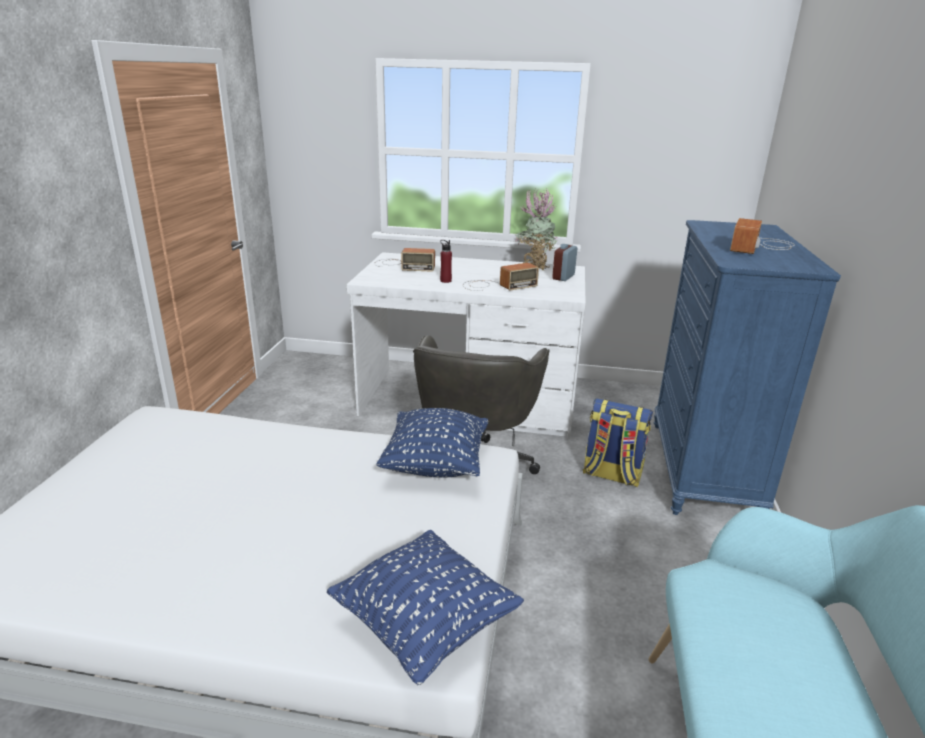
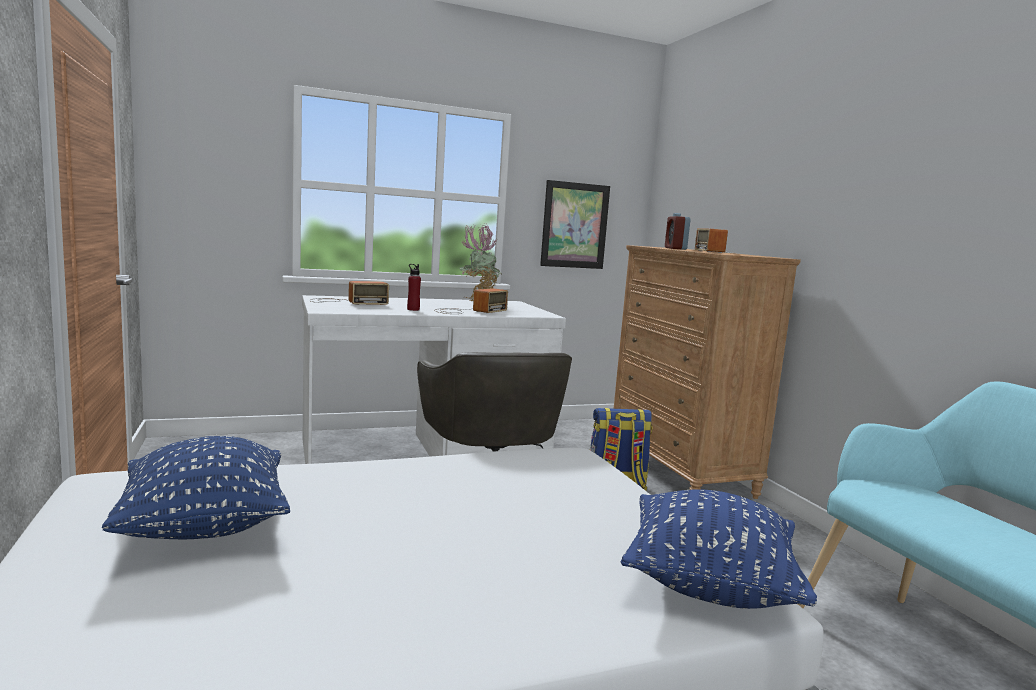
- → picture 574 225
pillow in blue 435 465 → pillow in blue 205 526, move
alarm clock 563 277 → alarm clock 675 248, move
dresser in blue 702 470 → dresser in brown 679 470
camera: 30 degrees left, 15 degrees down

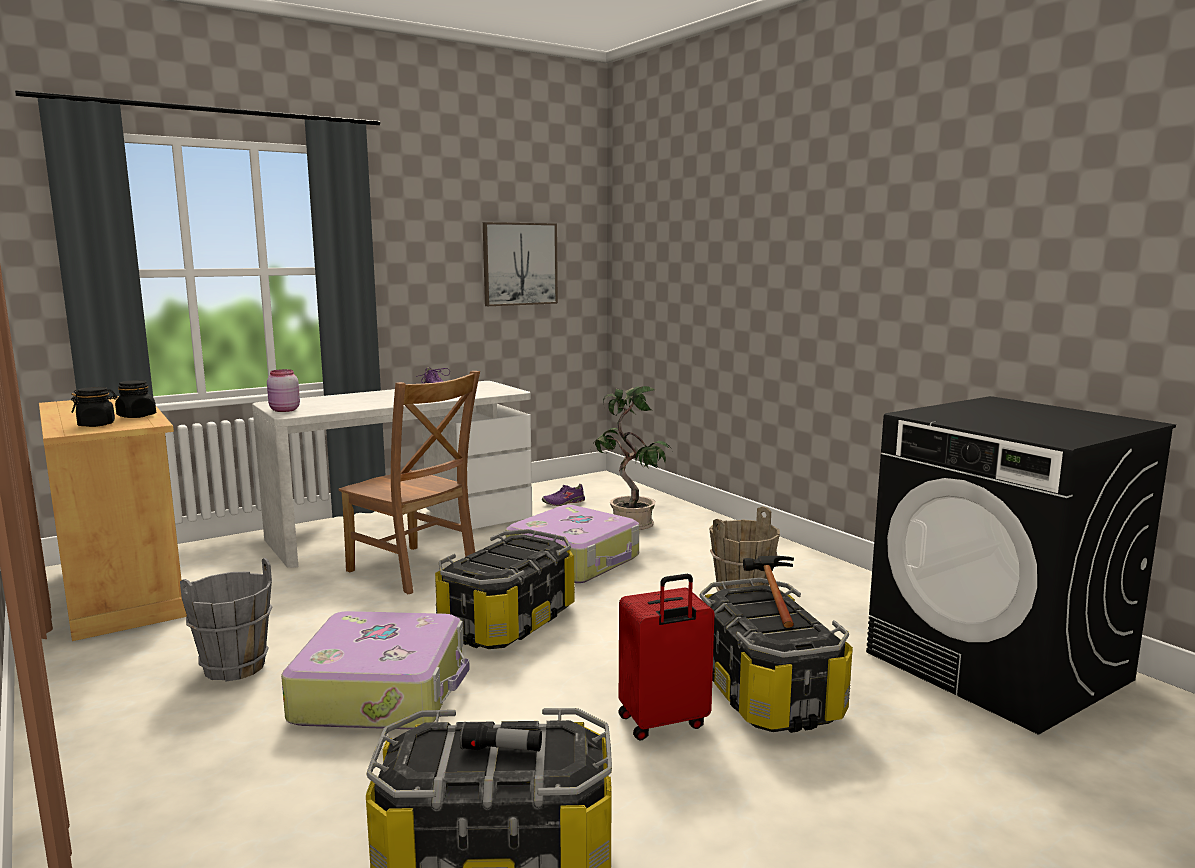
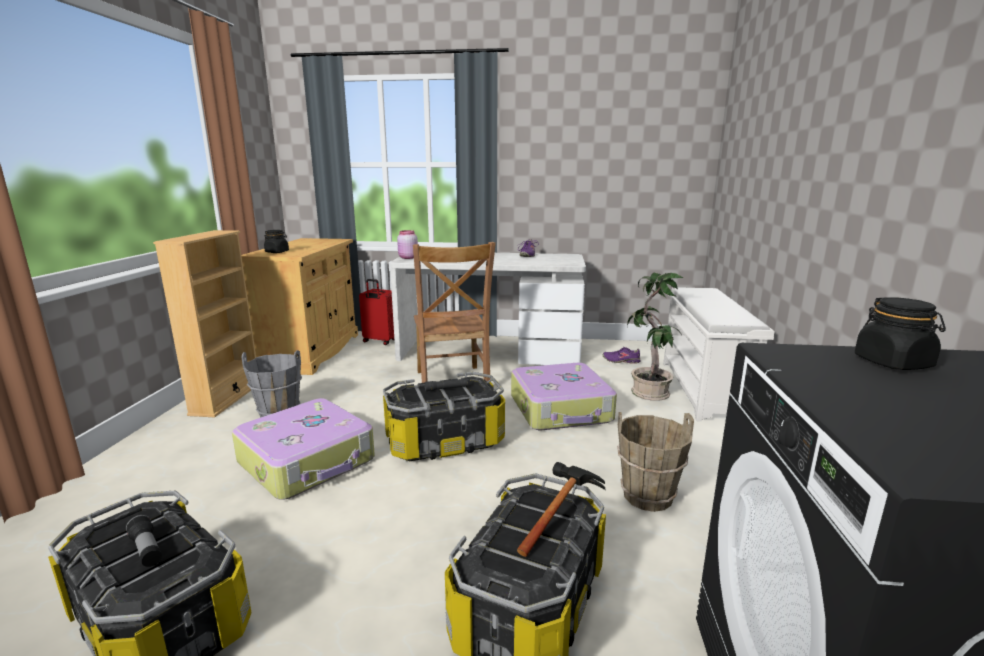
picture 519 264 → -
- → bookcase in beige 227 398
- → flashlight in black 446 388
- → shoe rack in white 704 390
jar in black 137 416 → jar in black 893 363, move
suitcase in red 663 722 → suitcase in red 380 341, move
camera: 40 degrees right, 5 degrees up

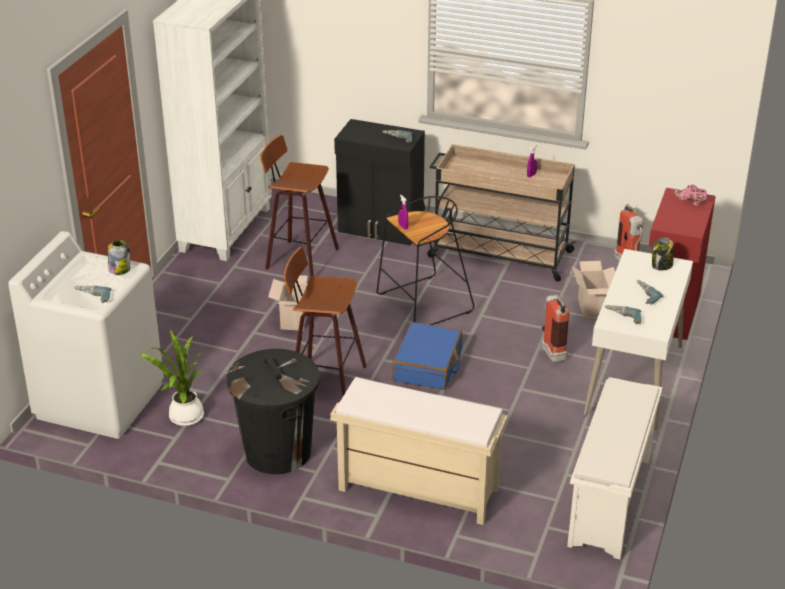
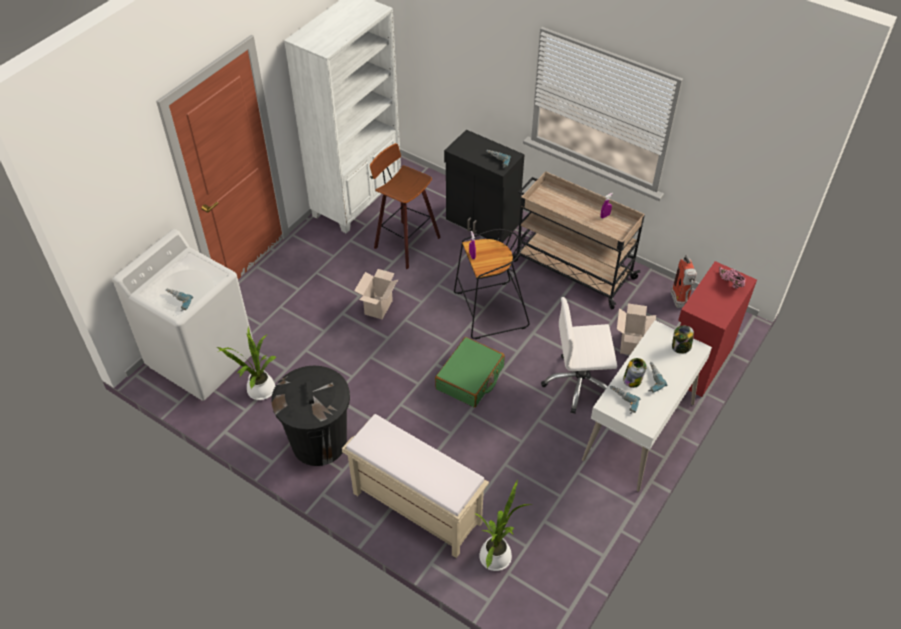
stool 324 383 → -
shoe rack in white 610 502 → -
- → potted plant 497 555
jar 119 269 → jar 632 379, move
fire extinguisher 551 350 → office chair in white 579 384
suitcase in blue 428 366 → suitcase in green 470 378
camera: 15 degrees right, 15 degrees up

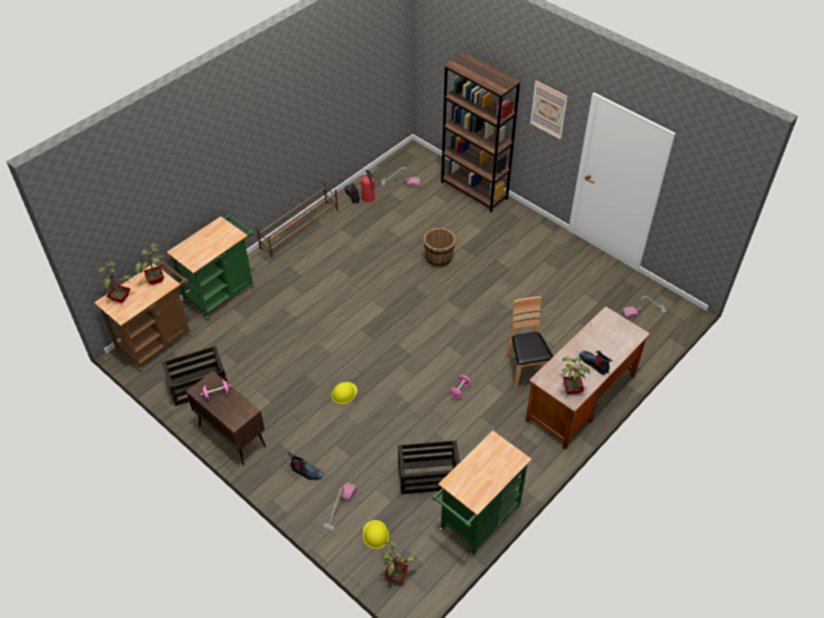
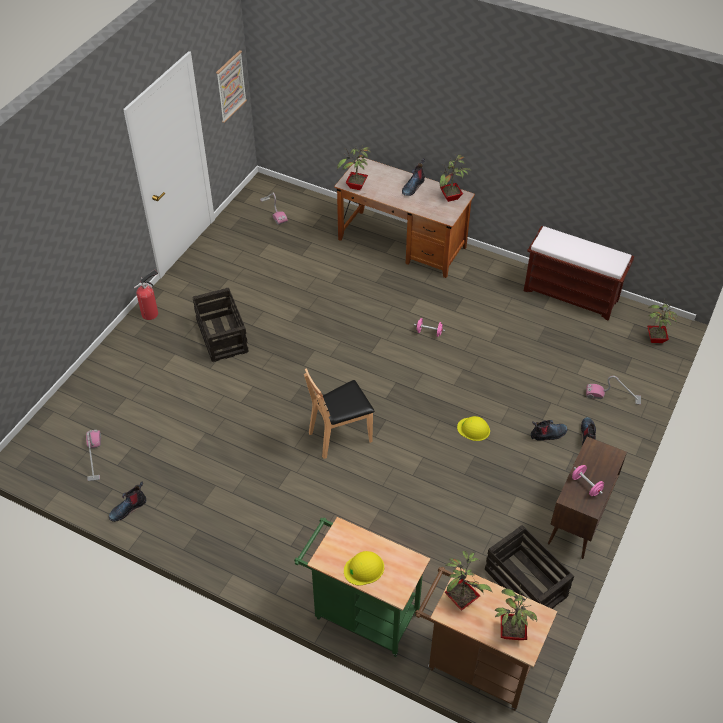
shoe rack in brown 300 229 → -
bucket in brown 439 258 → -
bookcase in brown 474 190 → -
- → potted plant 356 187
- → boot 548 434
fire extinguisher 369 199 → fire extinguisher 151 313, move
hard hat in yellow 375 534 → hard hat in yellow 364 568, move
crate 428 476 → crate 222 336, move
chair in brown 525 370 → chair in brown 340 436, move
picture 549 109 → picture 230 86, move
cart in green 476 521 → bench in brown 572 295
camera: 105 degrees left, 0 degrees up

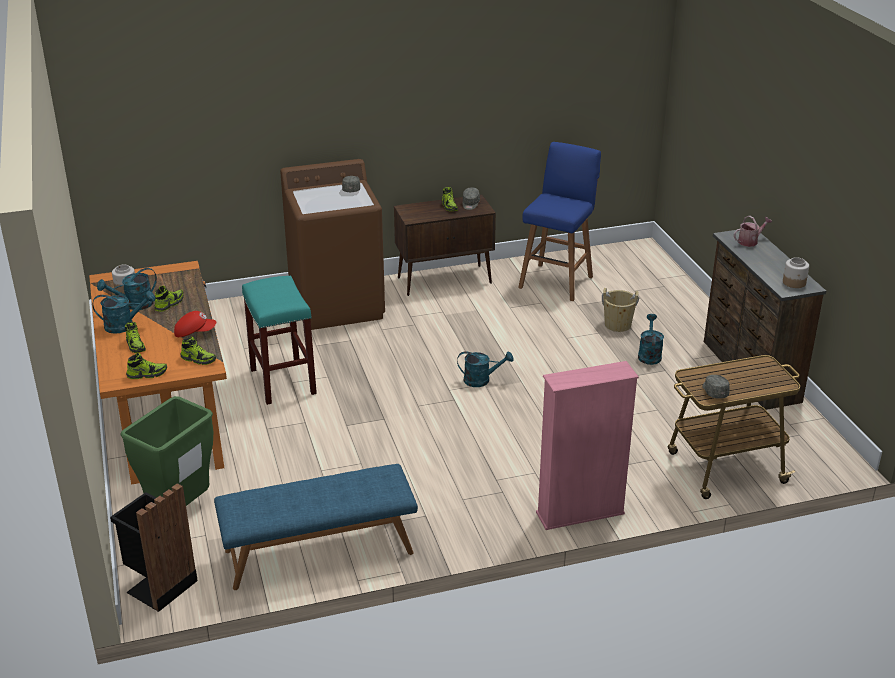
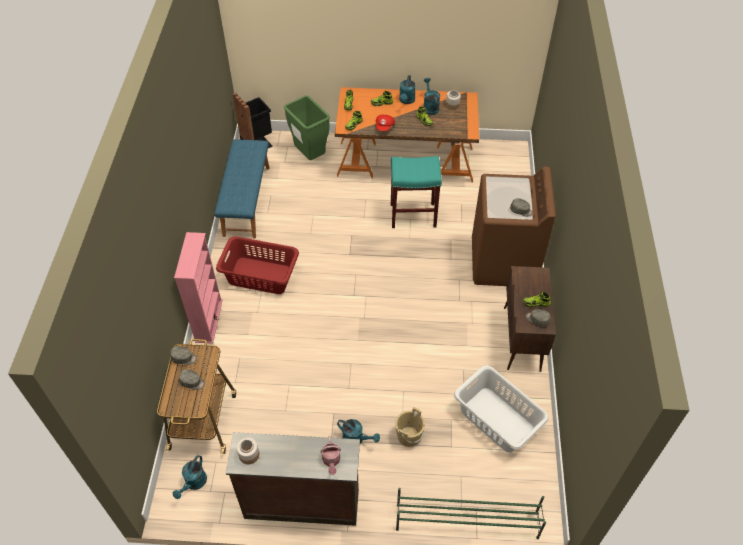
- → cap in grey 192 382
- → laundry basket in red 260 275
- → shoe rack in green 466 520
watering can in turquoise 481 380 → watering can in turquoise 194 483, move
stool in blue 557 281 → laundry basket in white 496 420
camera: 110 degrees right, 20 degrees up

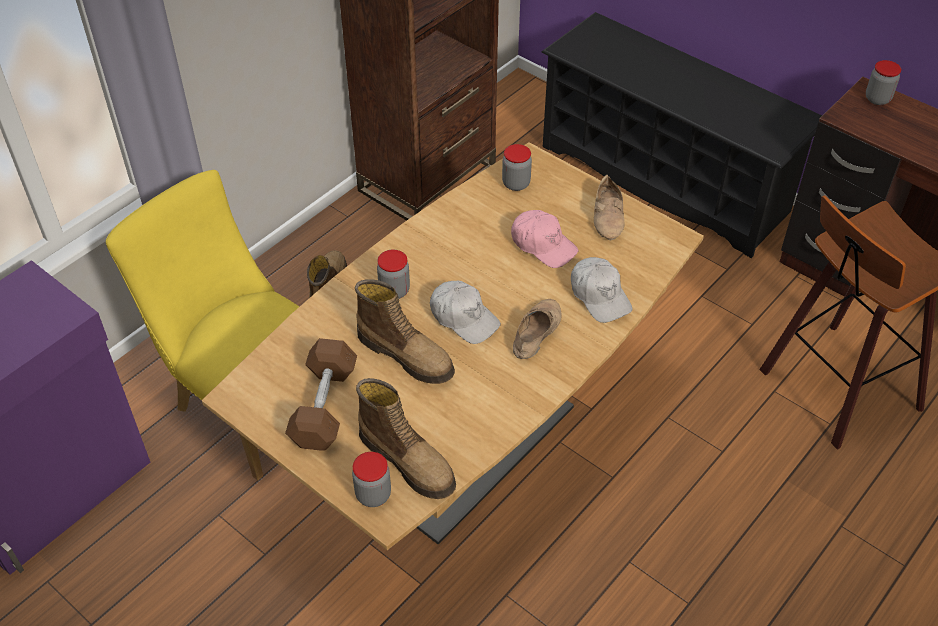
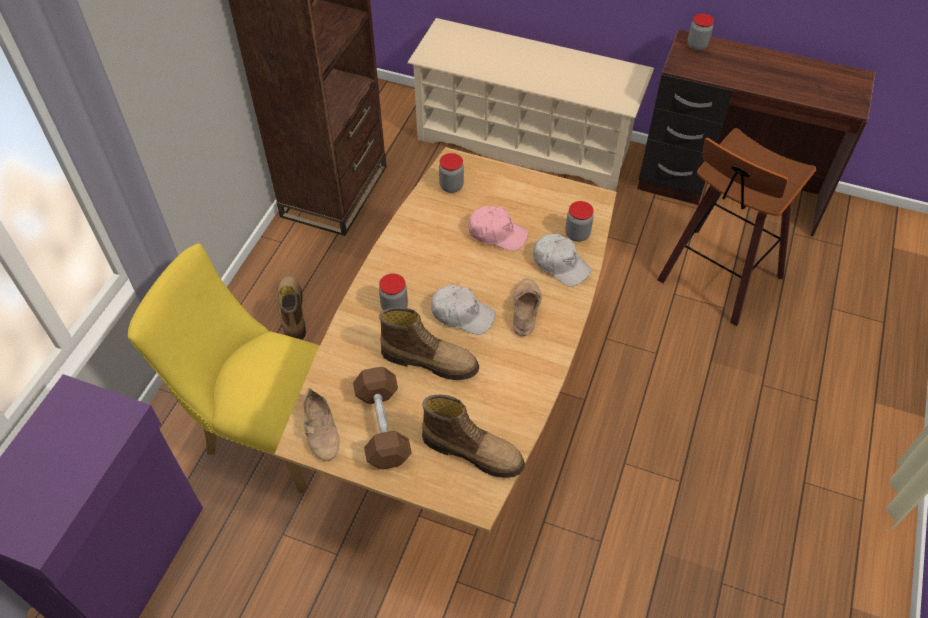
jar 373 495 → jar 577 234, move
shoe in beige 609 216 → shoe in beige 323 429, move
shoe rack in black 665 179 → shoe rack in beige 525 143
camera: 20 degrees left, 5 degrees up

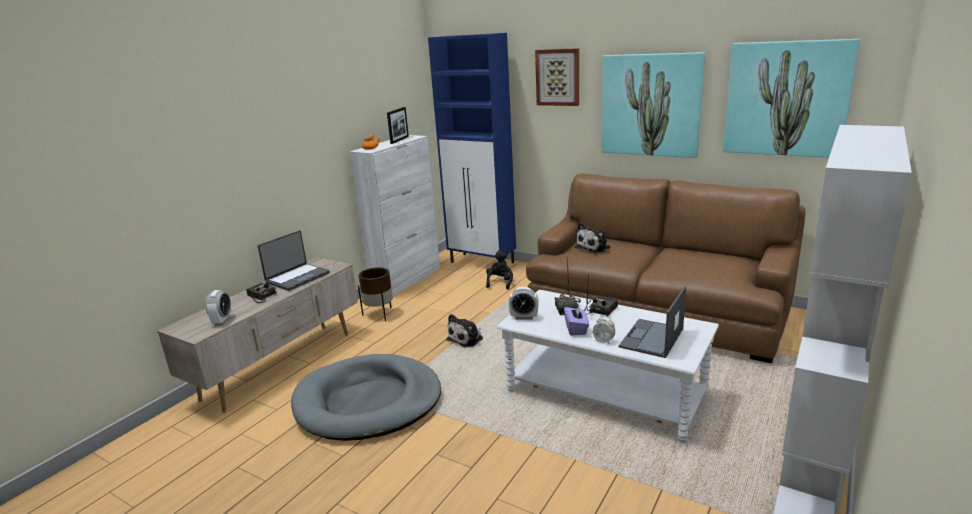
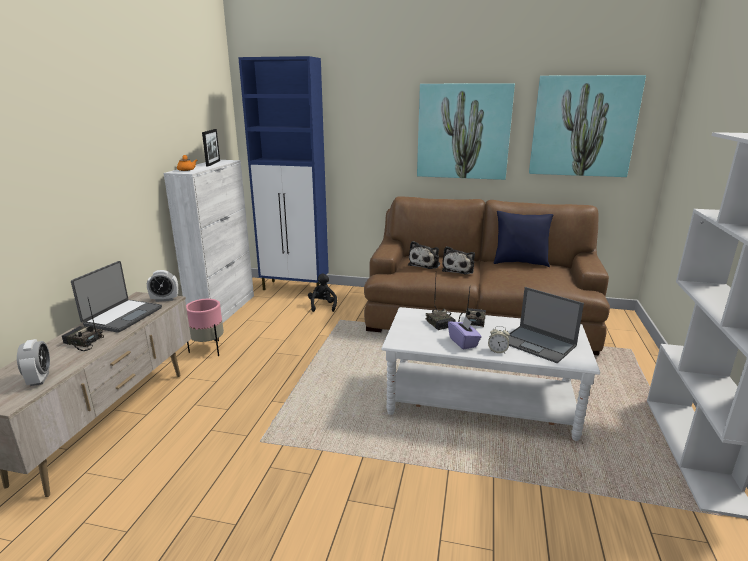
dog bed in grey 368 401 → -
picture 558 77 → -
- → pillow in blue 520 263
plush toy 467 338 → plush toy 459 269, move
alarm clock 524 317 → alarm clock 165 299, move
planter in brown 379 314 → planter in pink 208 349
laptop 651 338 → laptop 538 344, 60 degrees counterclockwise
camera: 20 degrees left, 0 degrees up

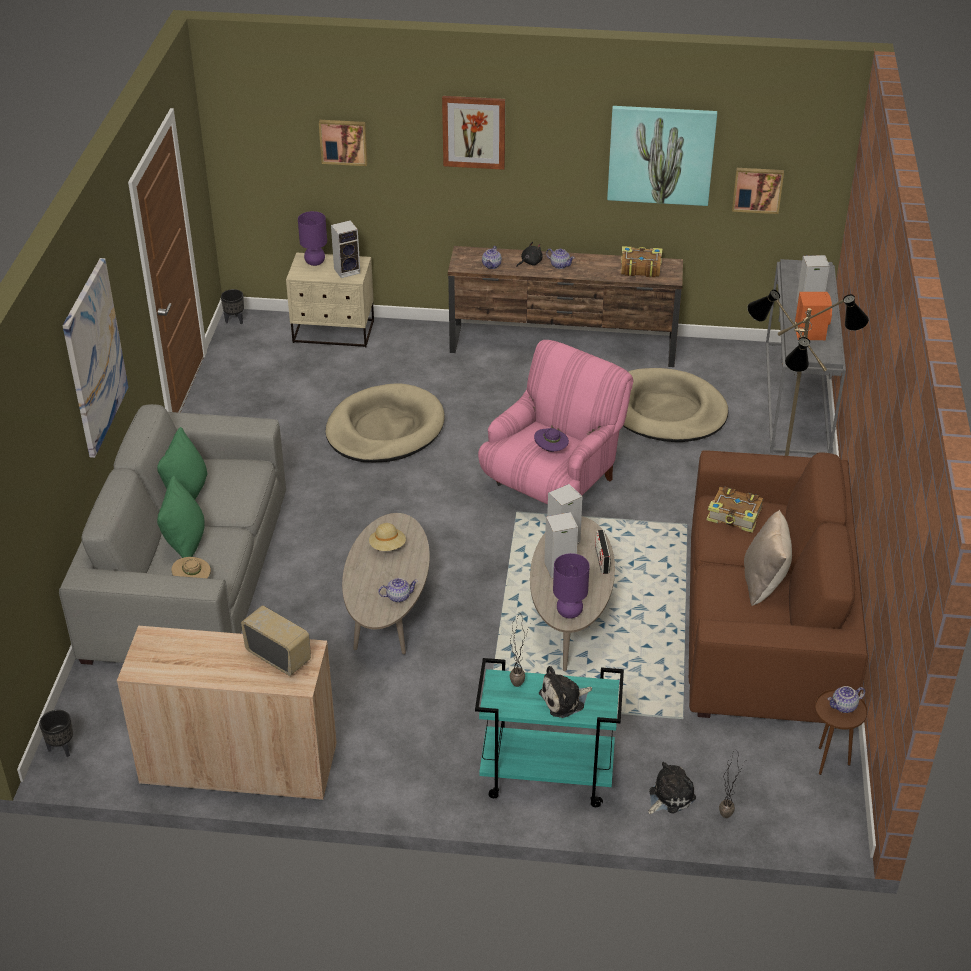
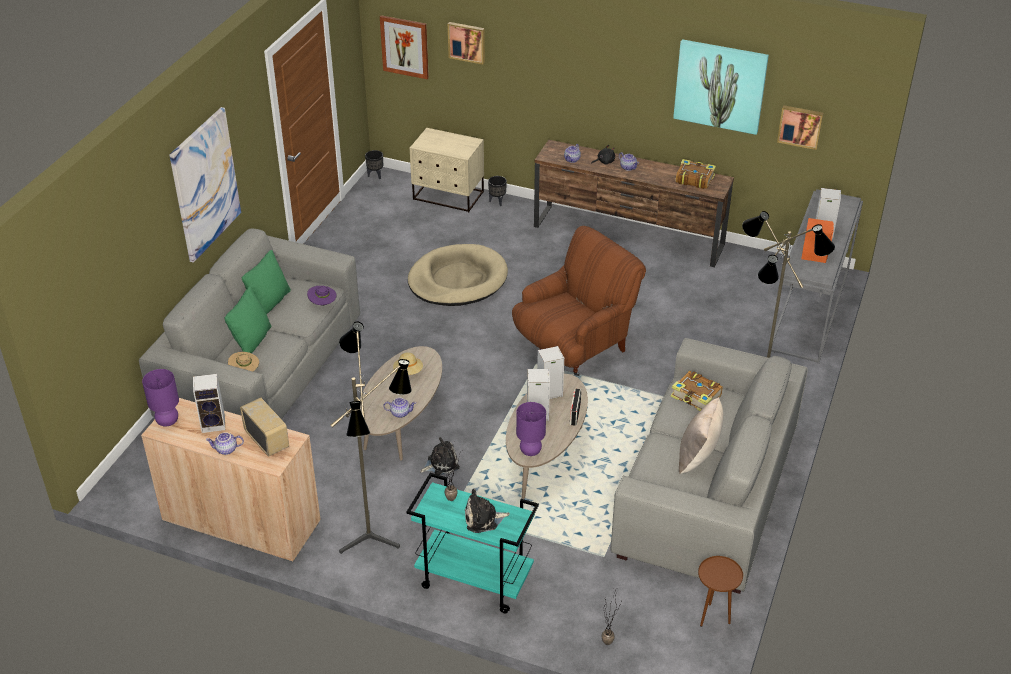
dog bed in beige 666 411 → -
- → floor lamp 376 536
planter in black 62 748 → planter in black 497 201, move
table lamp in purple 315 262 → table lamp in purple 168 421, move
speaker 347 270 → speaker 214 423, move
picture 474 132 → picture 405 46, move
hat in purple 551 450 → hat in purple 323 304, move
plush toy 669 796 → plush toy 441 463, move
teapot 844 707 → teapot 226 450, move
armchair in pink 553 482 → armchair in brown 575 345
sofa in brown 766 621 → sofa in grey 707 491
camera: 15 degrees right, 0 degrees up

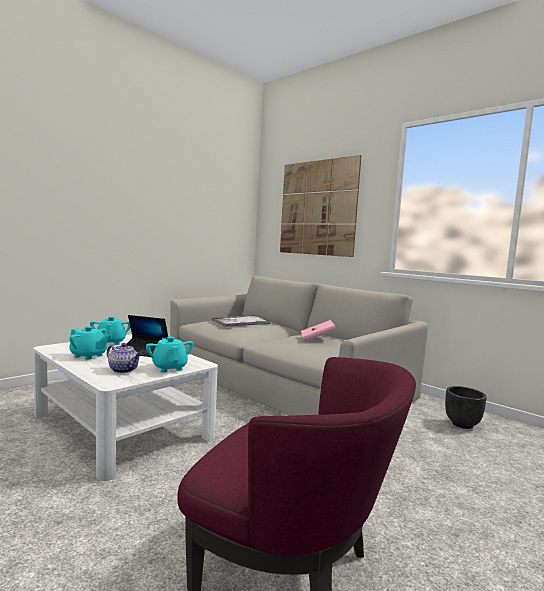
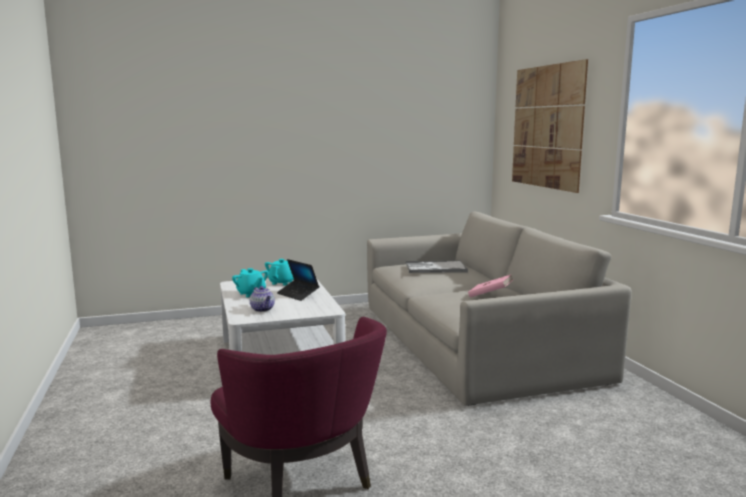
teapot in turquoise 169 368 → -
planter in black 462 424 → -
camera: 30 degrees right, 5 degrees up

